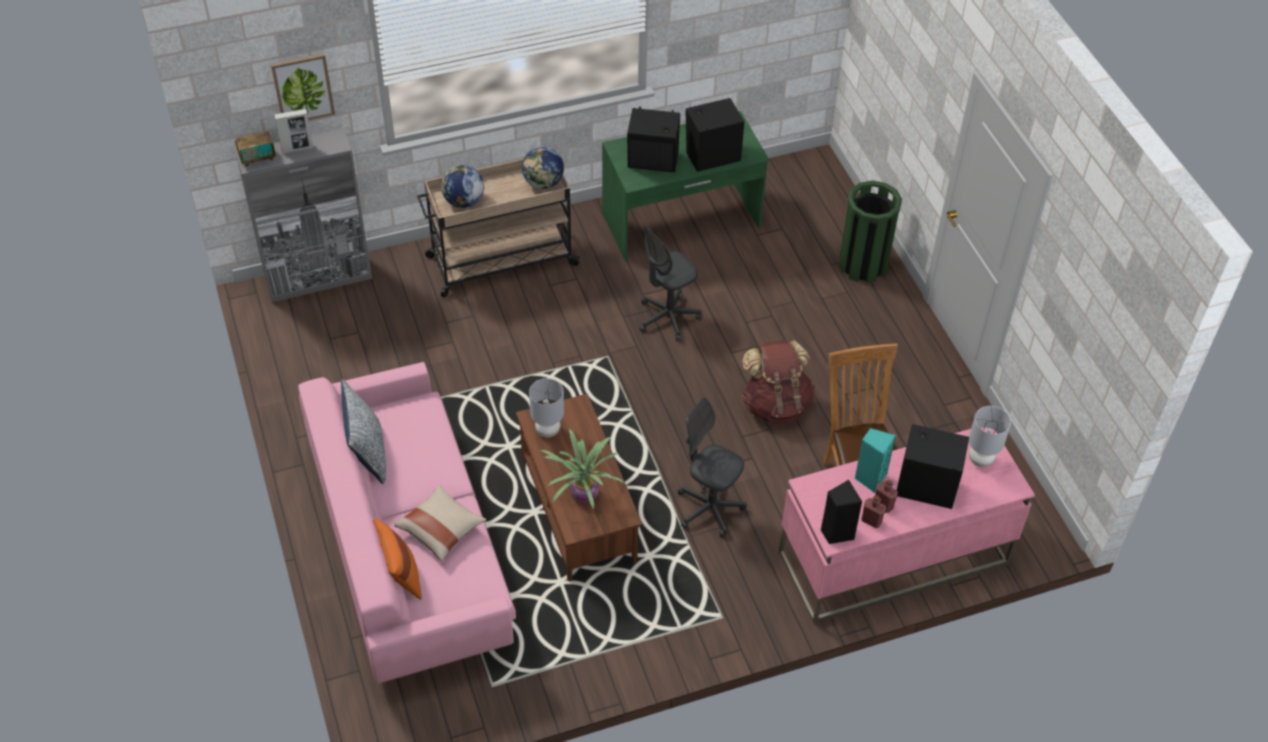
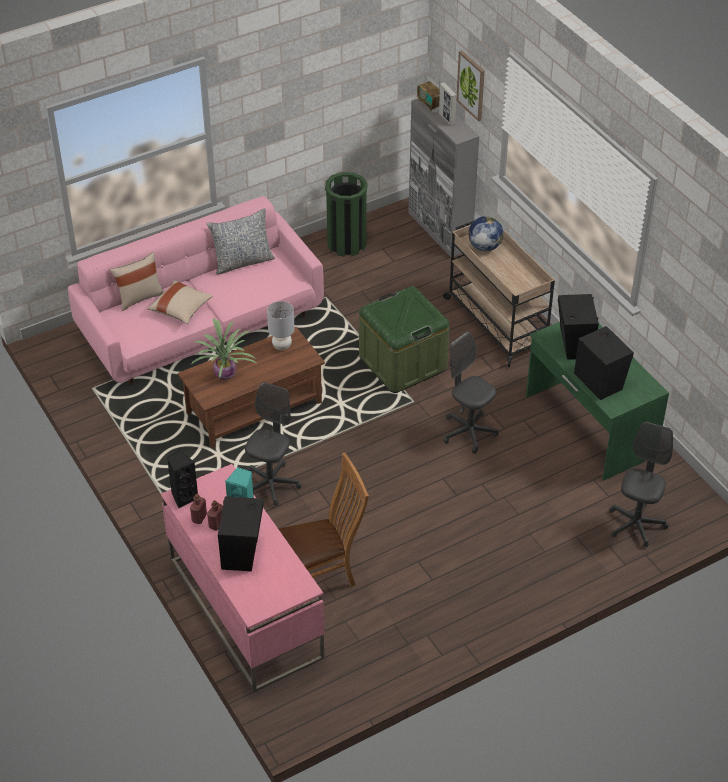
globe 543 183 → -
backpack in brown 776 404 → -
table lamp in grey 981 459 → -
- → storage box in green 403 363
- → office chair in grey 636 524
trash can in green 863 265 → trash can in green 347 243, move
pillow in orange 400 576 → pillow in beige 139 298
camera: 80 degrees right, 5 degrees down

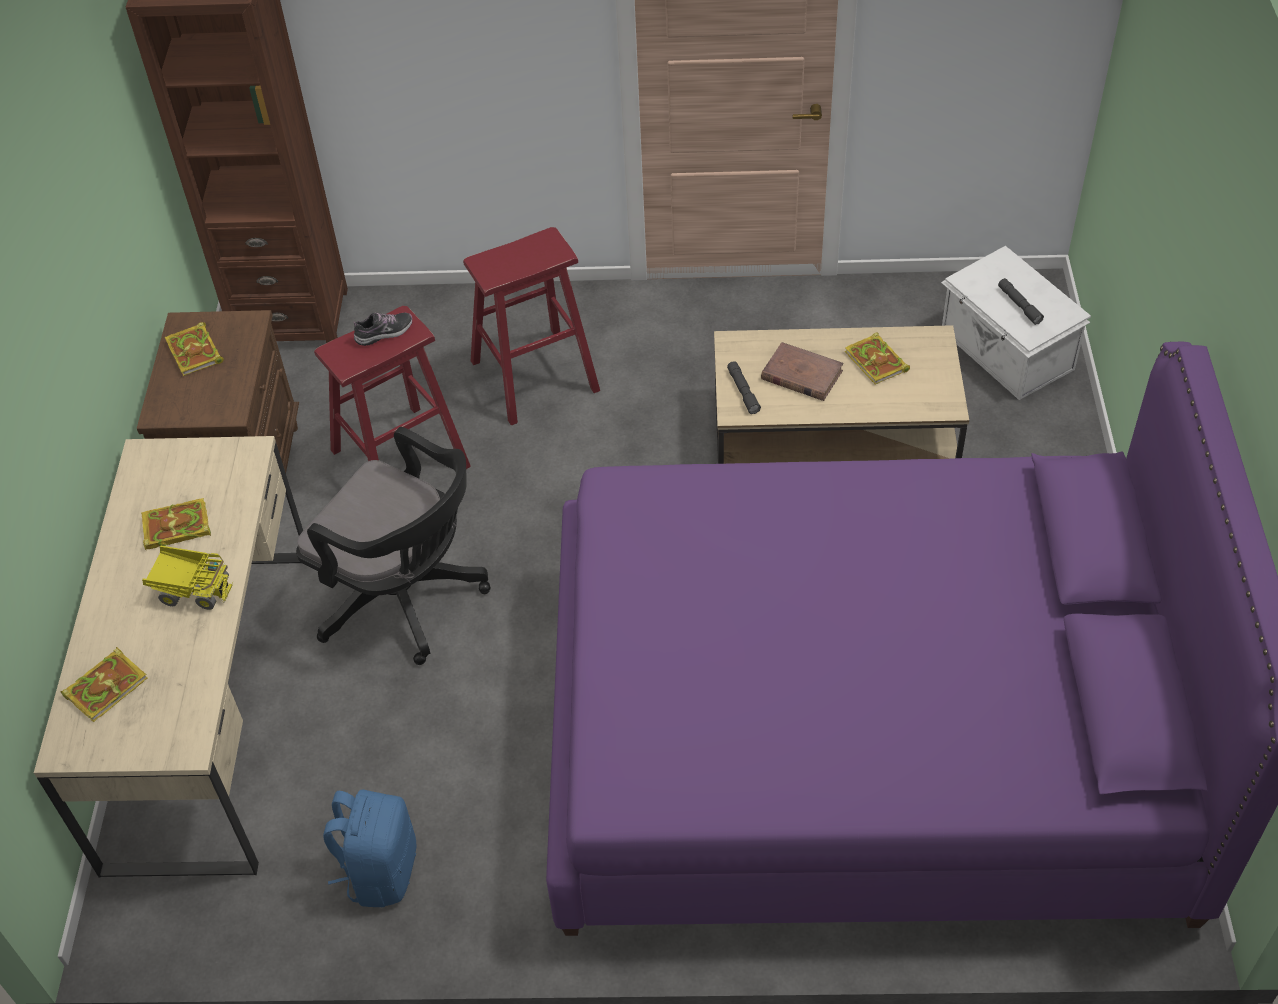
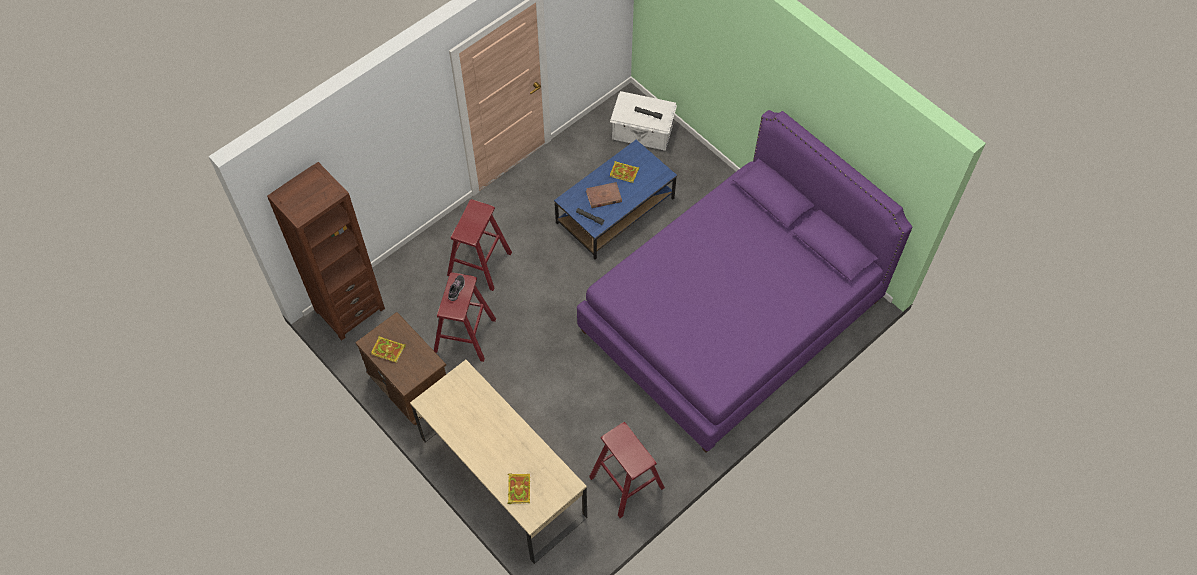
book 175 528 → -
toy truck 192 589 → -
office chair in black 407 599 → -
backpack in blue 380 871 → stool in red 626 482
coffee table in beige 835 434 → coffee table in blue 616 209
camera: 45 degrees left, 10 degrees up

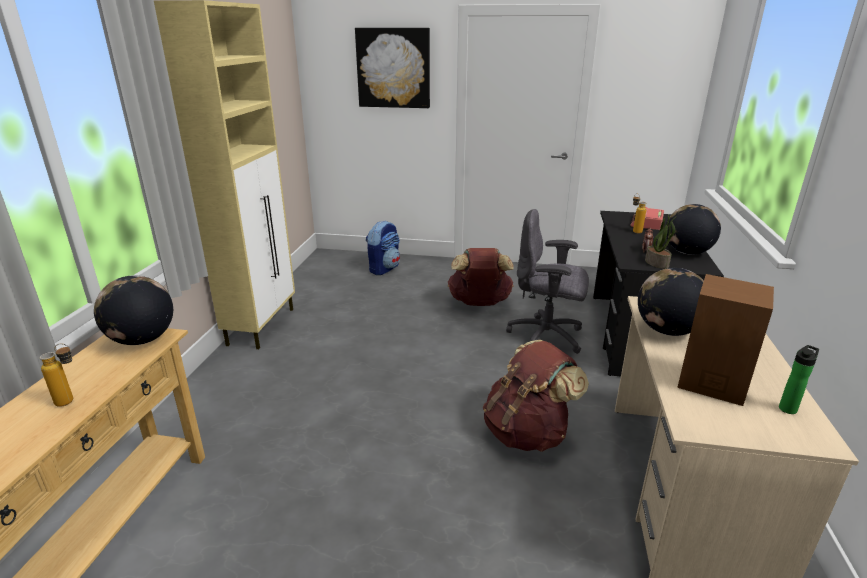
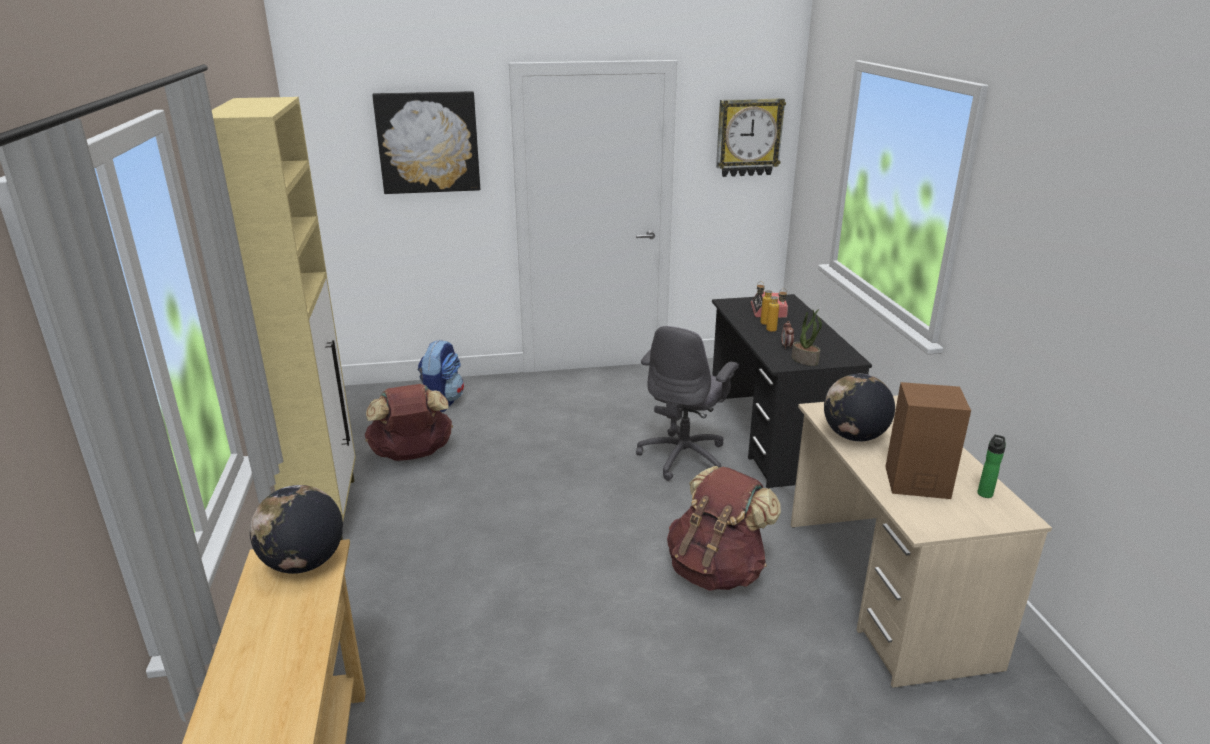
globe 687 252 → -
- → wall clock 748 137
bottle 71 401 → bottle 775 329, move
backpack in brown 479 303 → backpack in brown 412 455, move
office chair in grey 547 337 → office chair in grey 684 456, 60 degrees counterclockwise
camera: 20 degrees left, 0 degrees up

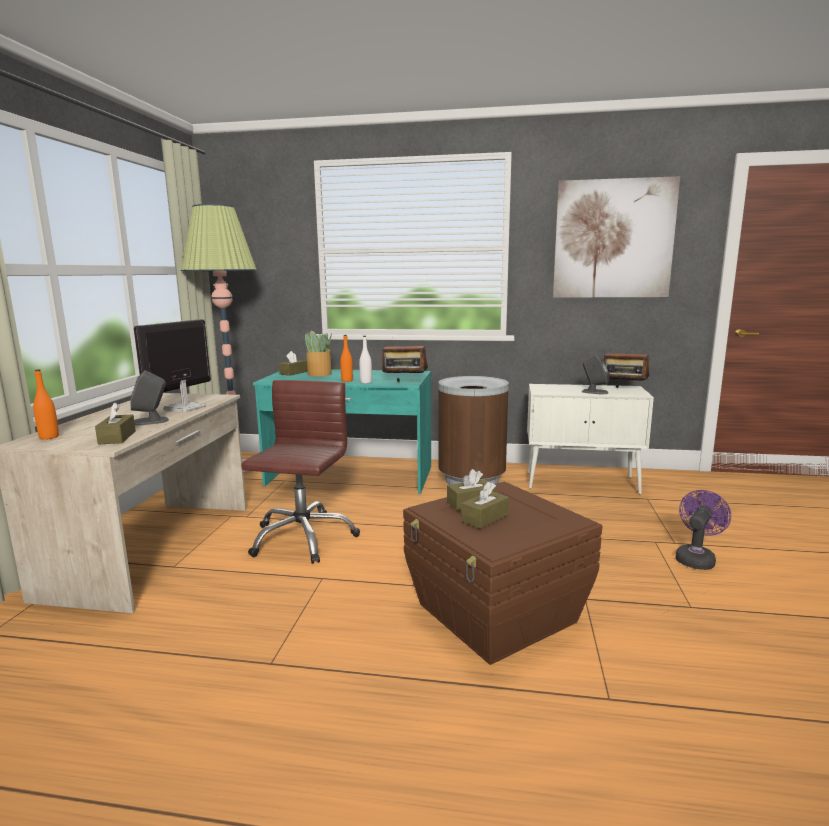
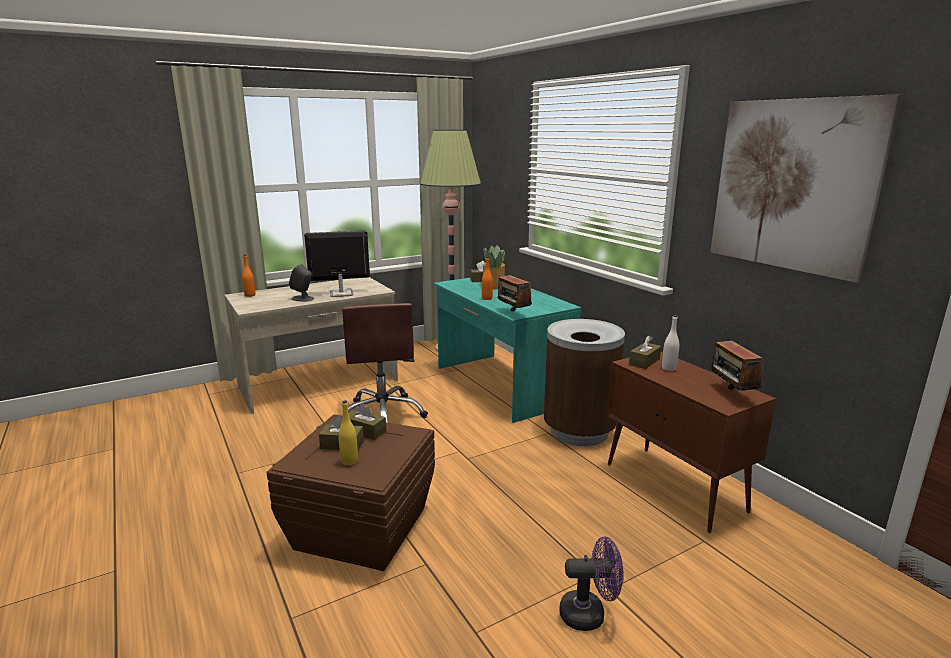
speaker in grey 594 392 → -
- → bottle in yellow 349 461
tissue box in brown 117 437 → tissue box in brown 644 362, move
bottle in white 366 382 → bottle in white 668 368, move
cabinet in white 582 483 → cabinet in brown 675 488
office chair in brown 302 538 → office chair in brown 383 415, 105 degrees clockwise
camera: 50 degrees right, 5 degrees up

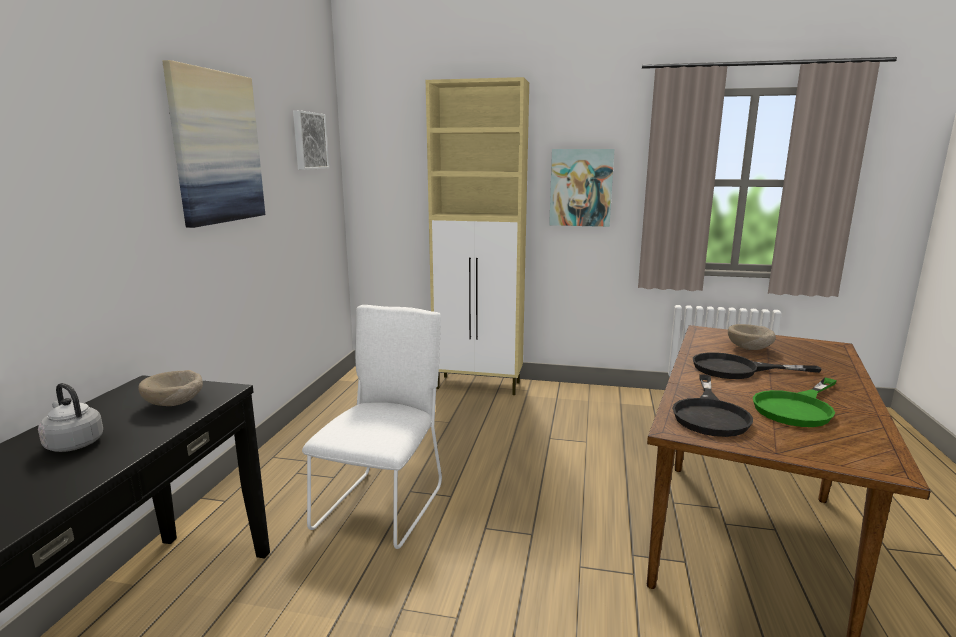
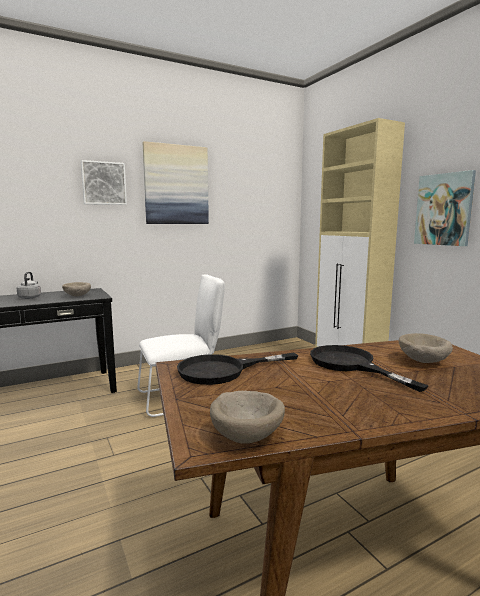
frying pan in green 797 408 → -
- → bowl in beige 248 436
picture 309 141 → picture 104 183, move
camera: 50 degrees right, 5 degrees down

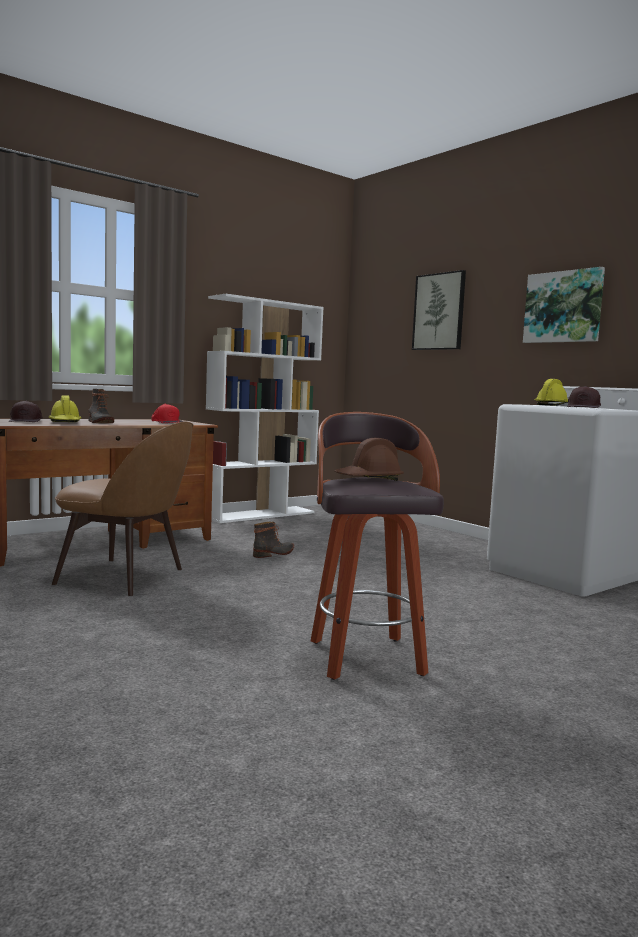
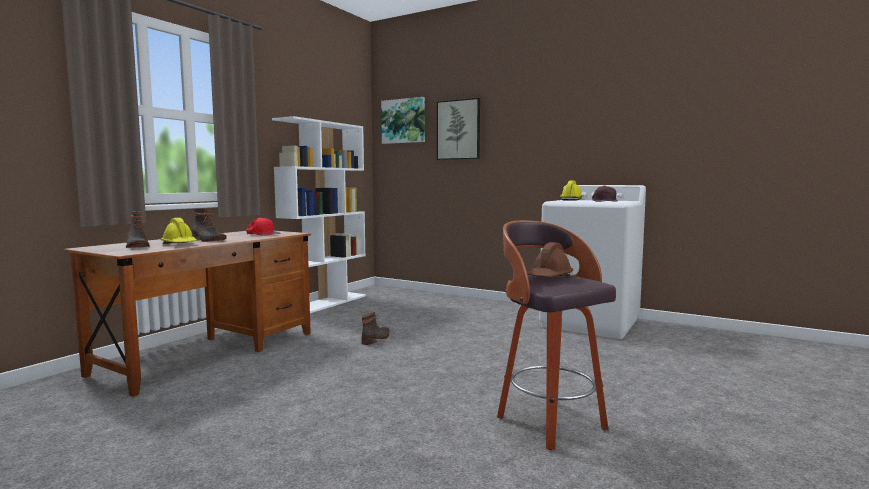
chair in brown 125 577 → -
picture 563 307 → picture 403 121, move
cap in brown 26 421 → boot 136 246
camera: 20 degrees left, 0 degrees up

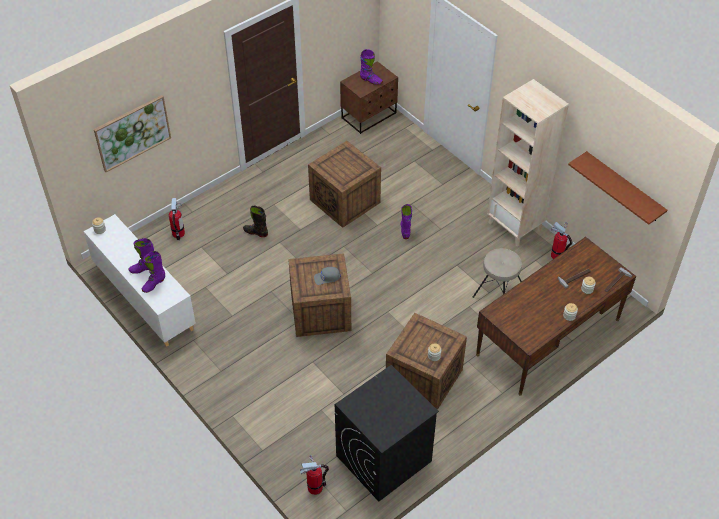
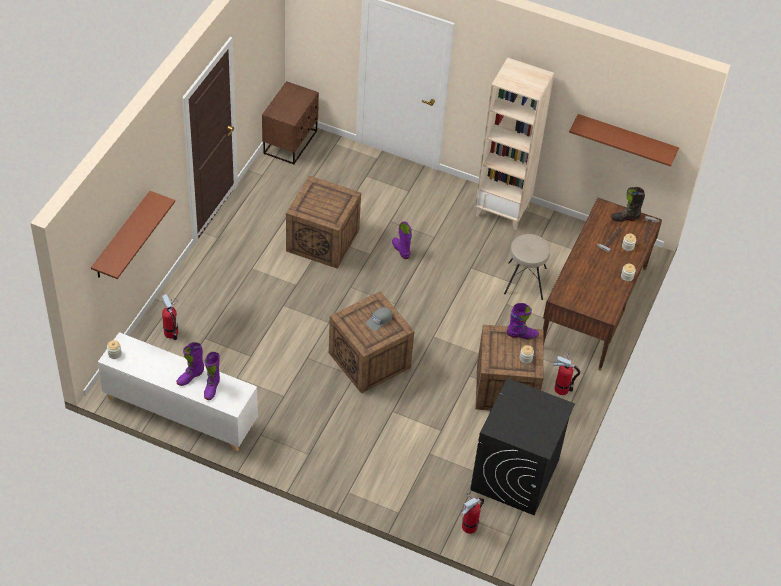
boot in black 256 232 → boot in black 624 218, move
boot in purple 371 80 → boot in purple 522 335, move
fire extinguisher 557 255 → fire extinguisher 561 389, move
picture 132 132 → shelf in brown 121 236
camera: 30 degrees left, 0 degrees up

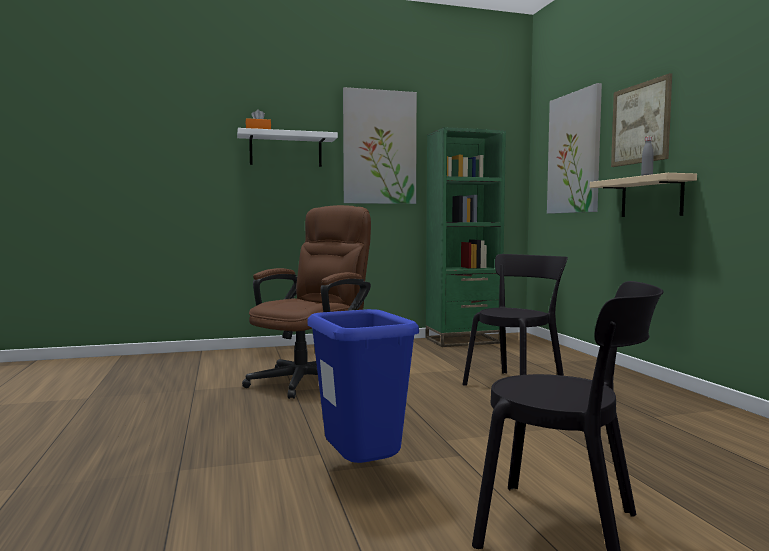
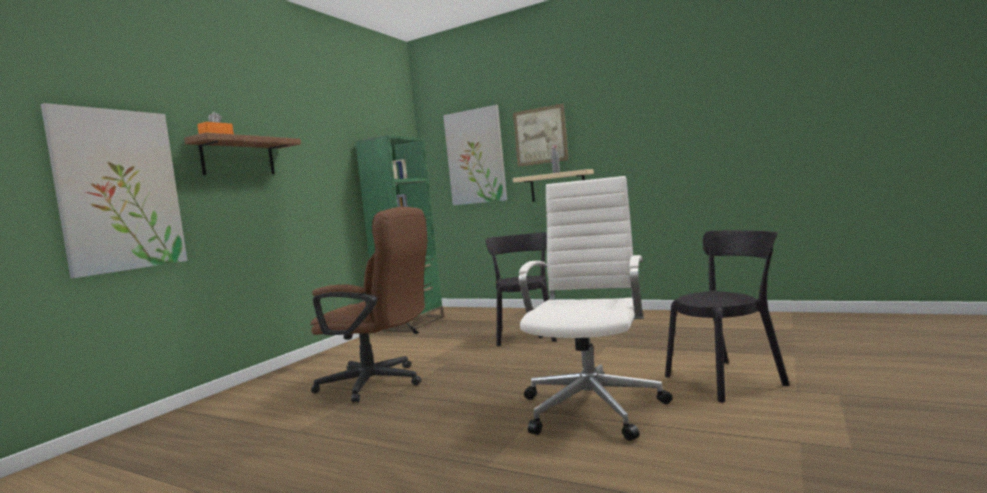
picture 379 147 → picture 119 190, move
trash can in blue 362 474 → office chair in white 593 406
shelf in white 286 150 → shelf in brown 238 157
office chair in brown 310 379 → office chair in brown 380 383, 120 degrees clockwise
camera: 45 degrees left, 0 degrees up

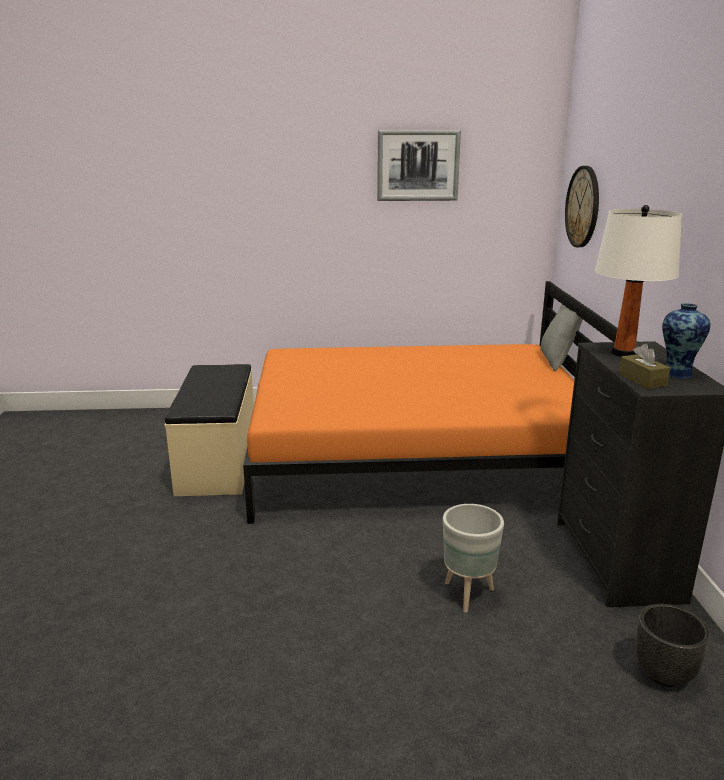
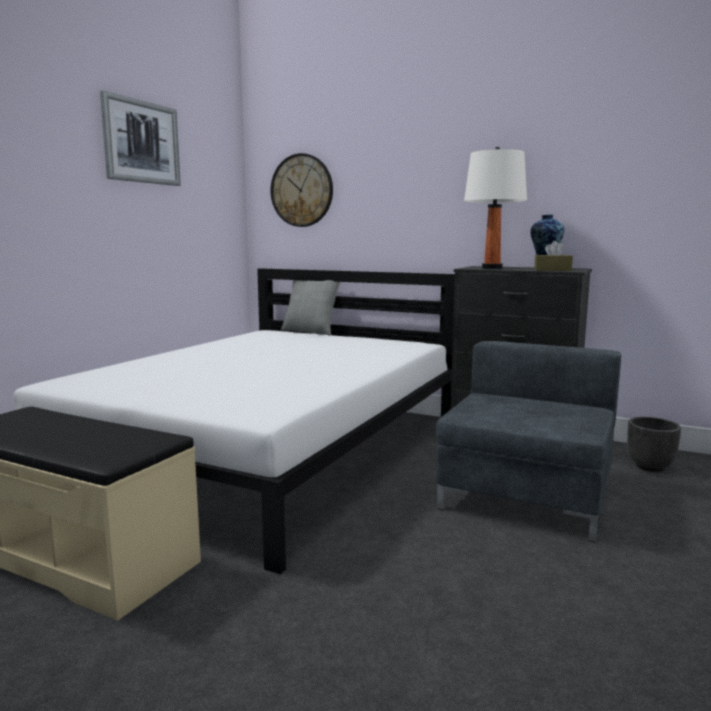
planter in grey 468 595 → armchair in grey 524 496
bed in orange 418 455 → bed in white 270 451
camera: 60 degrees left, 10 degrees down

